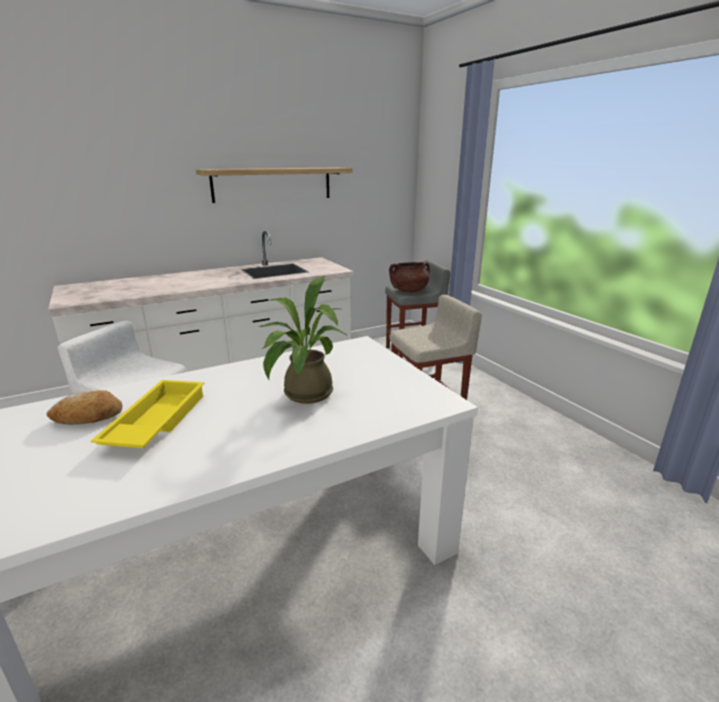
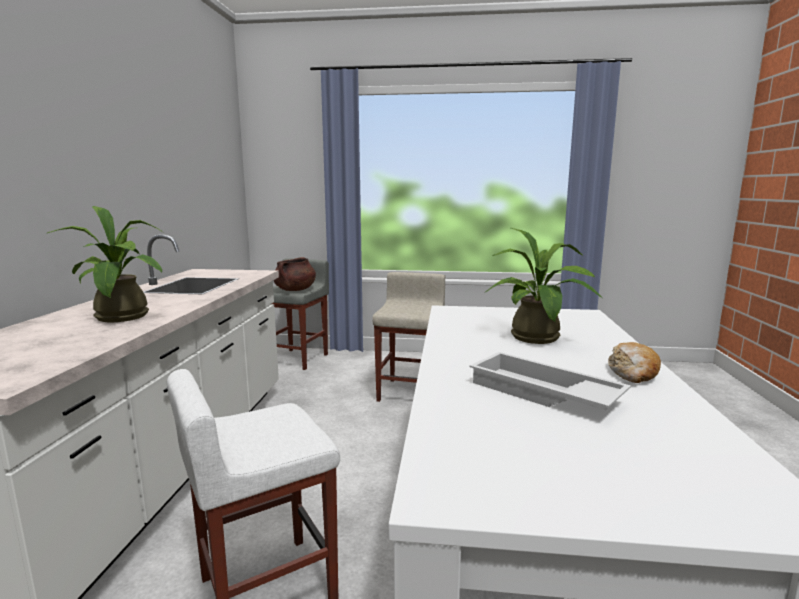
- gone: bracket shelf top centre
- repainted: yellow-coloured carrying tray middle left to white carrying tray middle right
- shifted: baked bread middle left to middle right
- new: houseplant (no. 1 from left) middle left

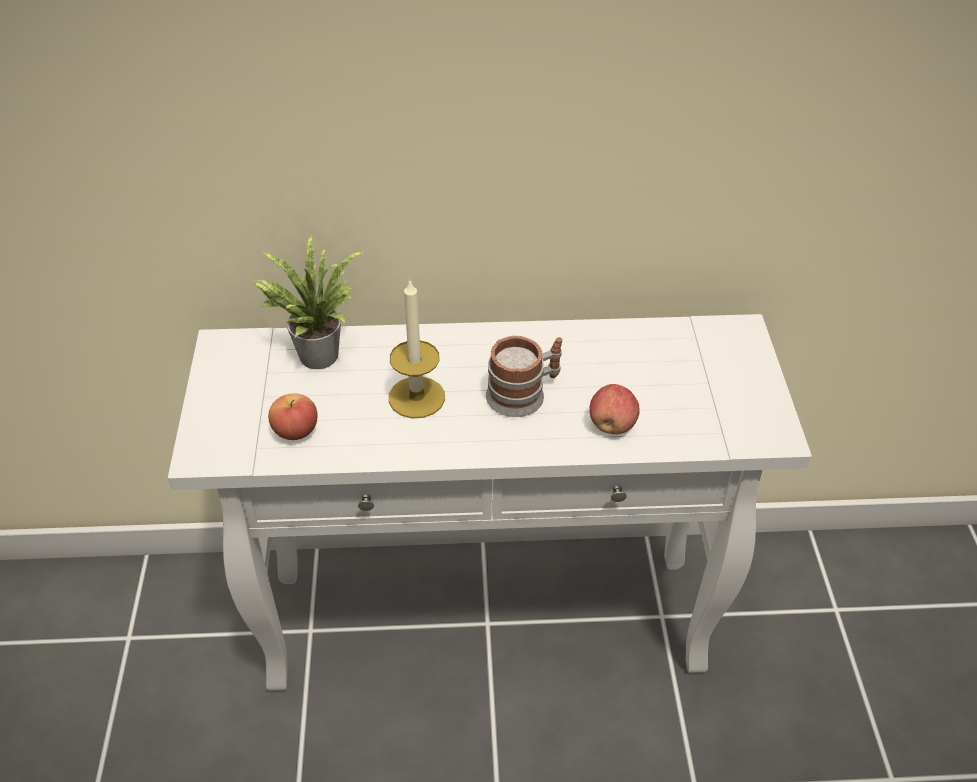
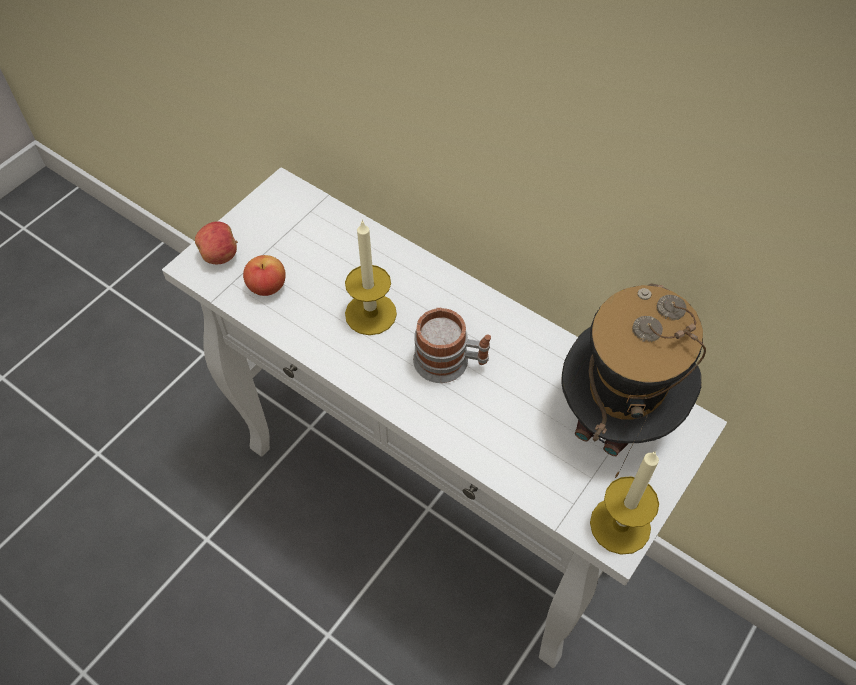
- gone: houseplant middle left
- shifted: apple fruit (no. 2 from left in the first image) centre to apple fruit (no. 1 from left) middle left
- new: clothing hat middle right
- new: wax candle (no. 2 from left) bottom right

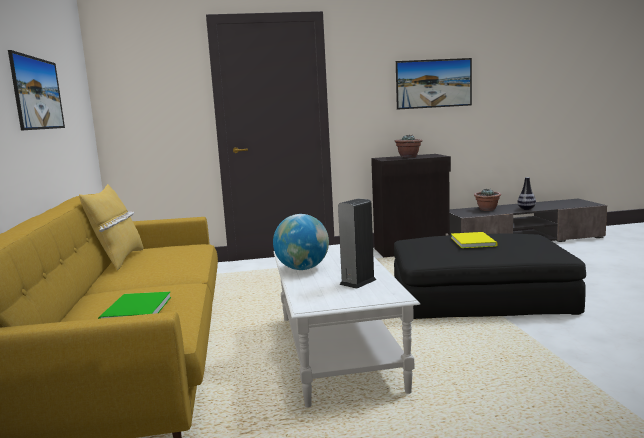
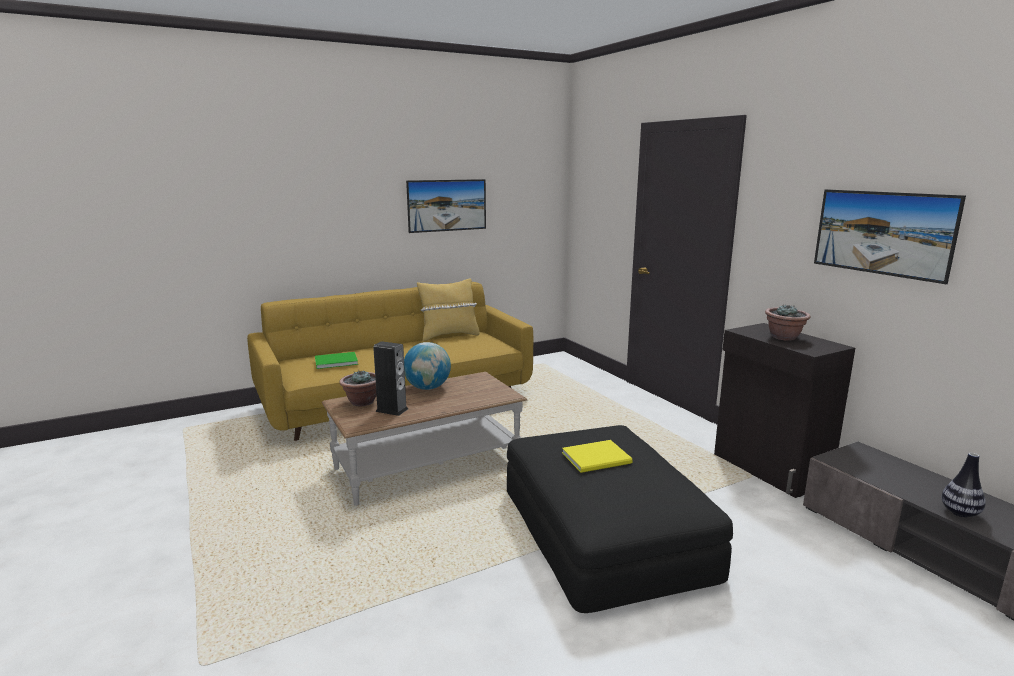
- shifted: houseplant (no. 2 from left in the first image) middle right to houseplant (no. 1 from left) centre
- repainted: white low table bottom centre to brown low table centre

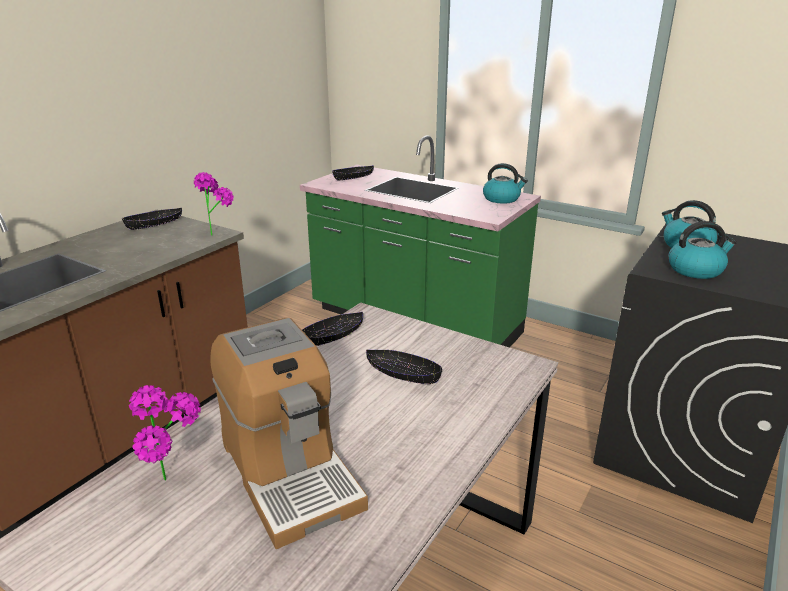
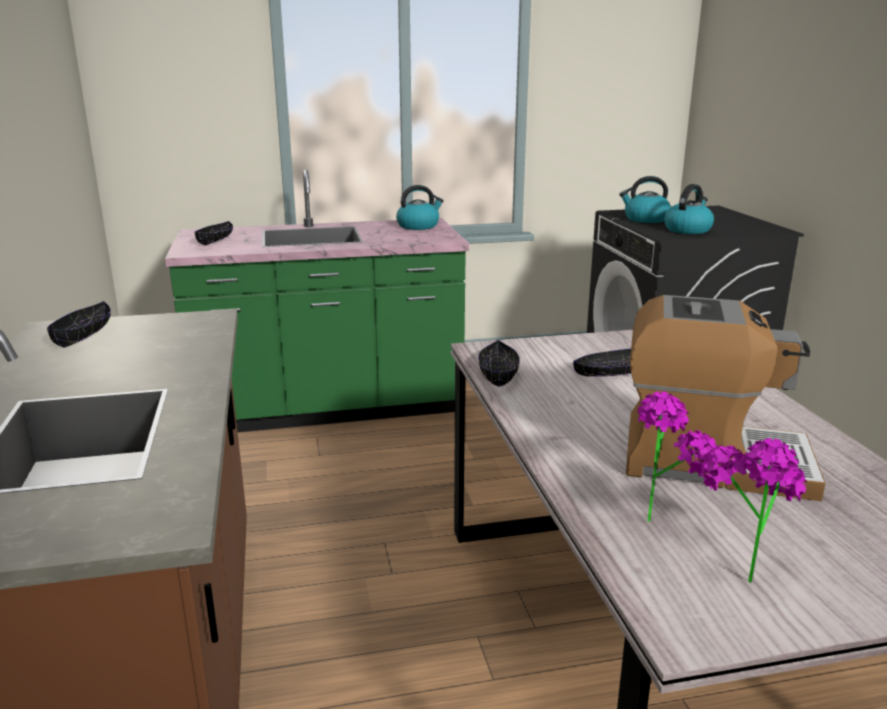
- shifted: houseplant (no. 2 from left) middle left to bottom right

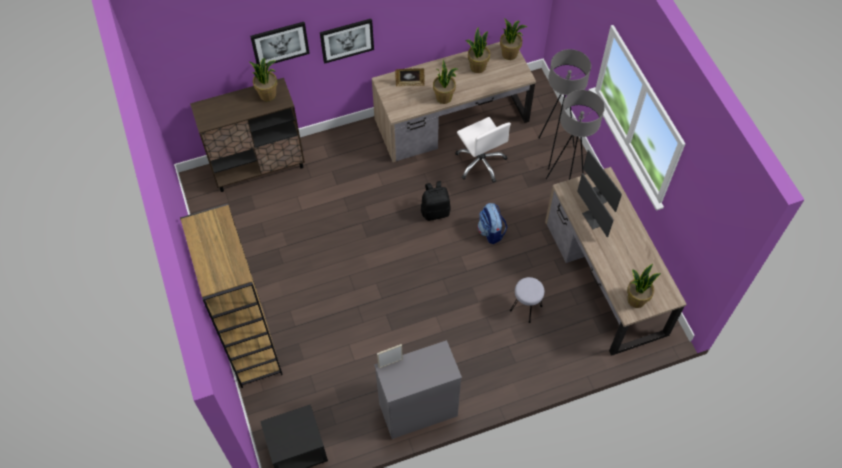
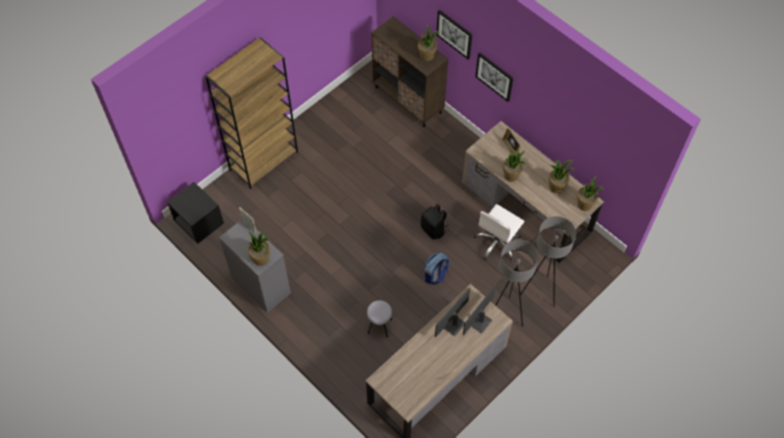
- shifted: houseplant (no. 5 from left in the first image) middle right to houseplant (no. 1 from left) middle left

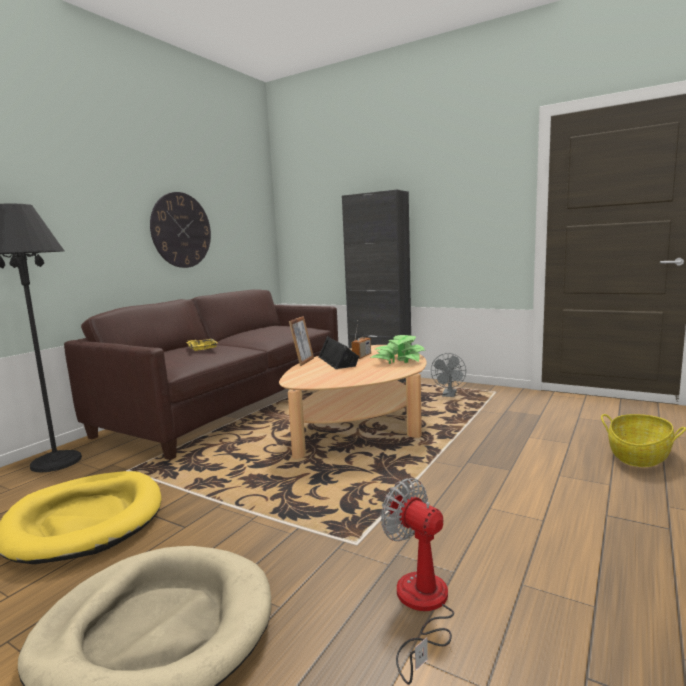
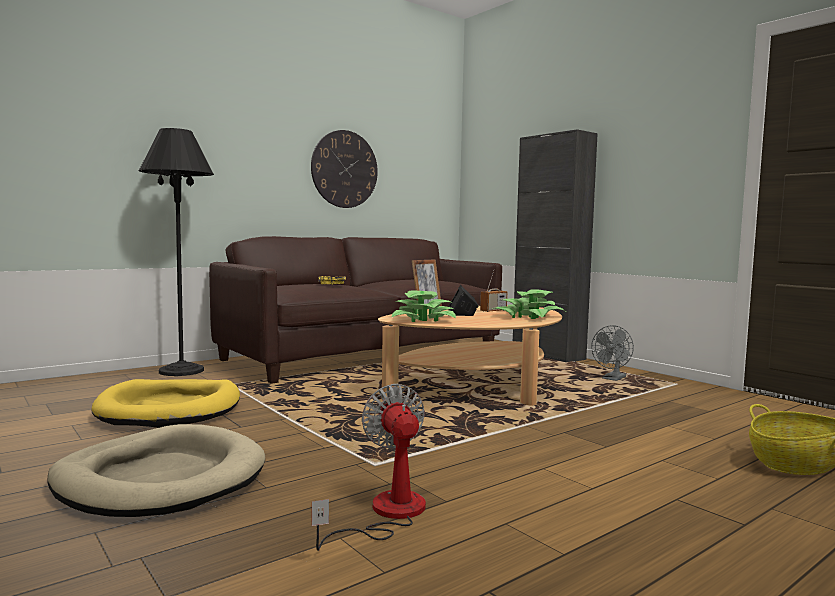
- new: houseplant (no. 1 from left) centre

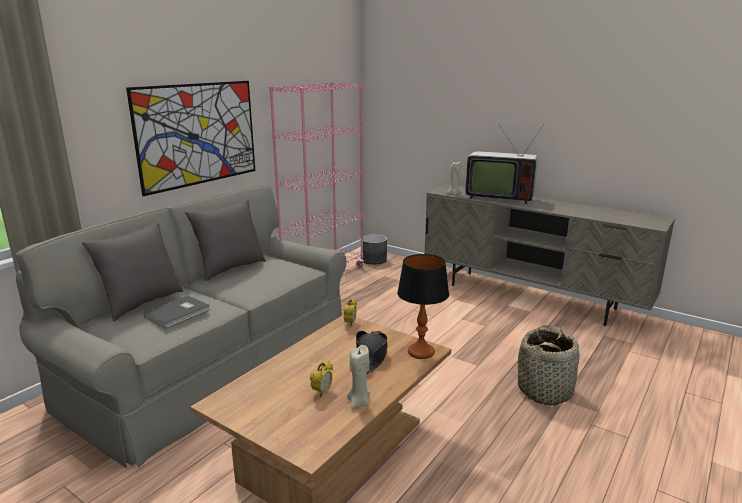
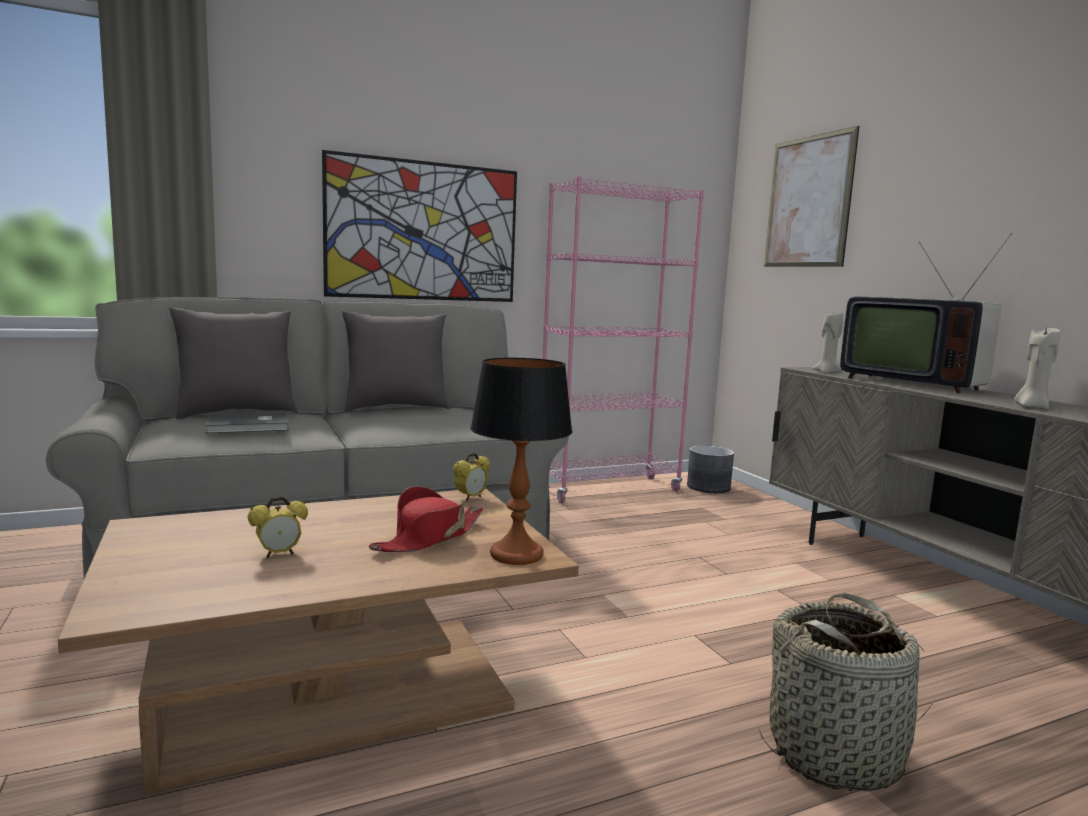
- repainted: black-coloured clothing hat bottom centre to red clothing hat centre
- shifted: beige-coloured wax candle (no. 1 from left in the first image) bottom centre to beige-coloured wax candle (no. 2 from left) middle right
- new: wall art (no. 2 from left) top right

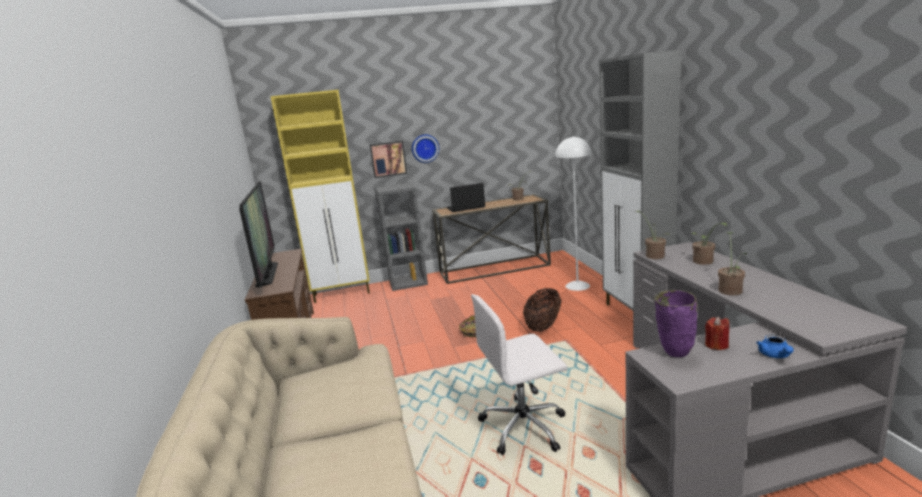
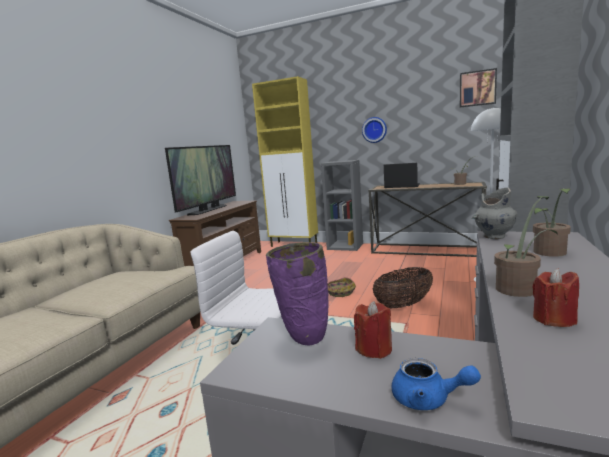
- shifted: wall art top centre to top right
- swapped: houseplant (no. 2 from left) middle right to grey decorative vase middle right
- rotated: blue-coloured teapot bottom right = bottom right 105 degrees counterclockwise
- new: red wax candle (no. 2 from left) middle right

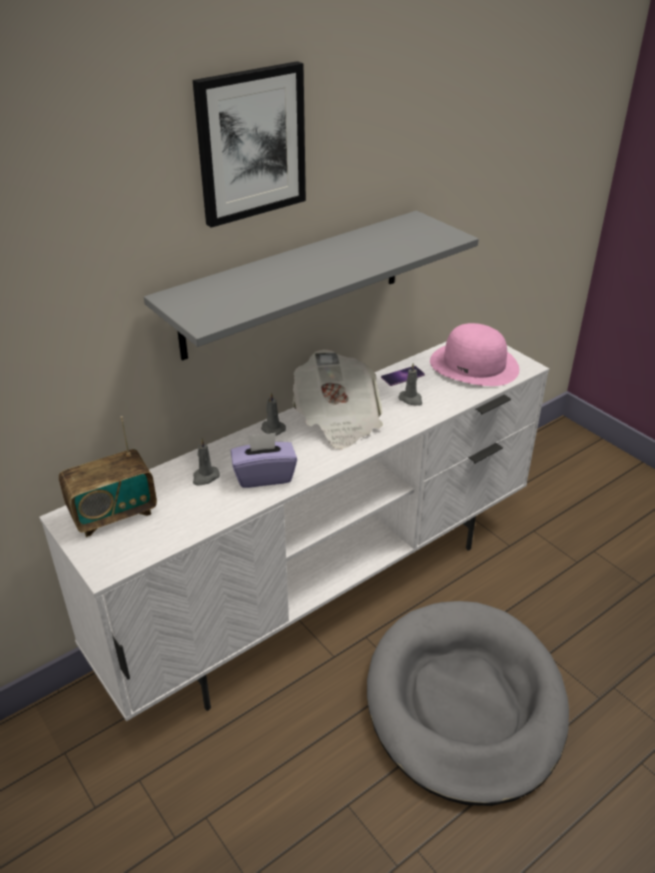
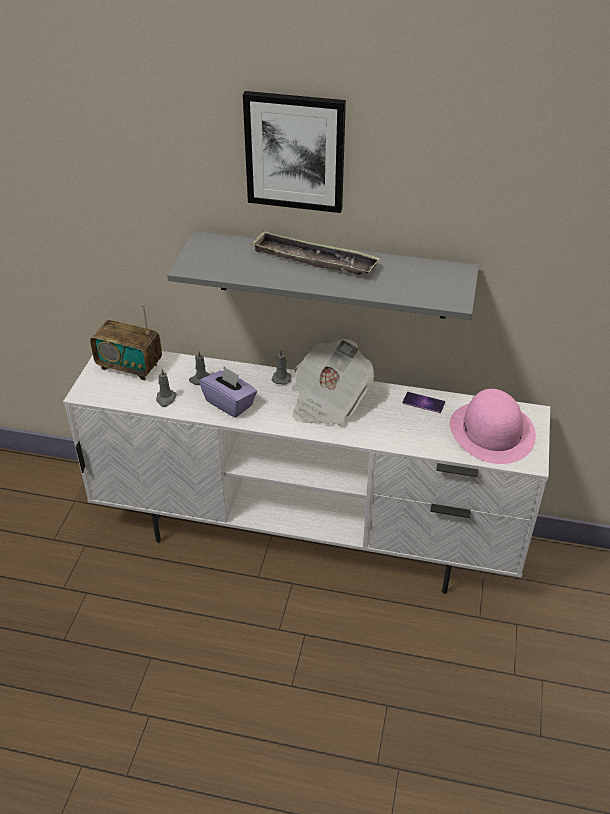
- shifted: grey wax candle (no. 3 from left in the first image) centre to grey wax candle (no. 1 from left) middle left
- gone: grey dog bed bottom right
- new: carrying tray top centre

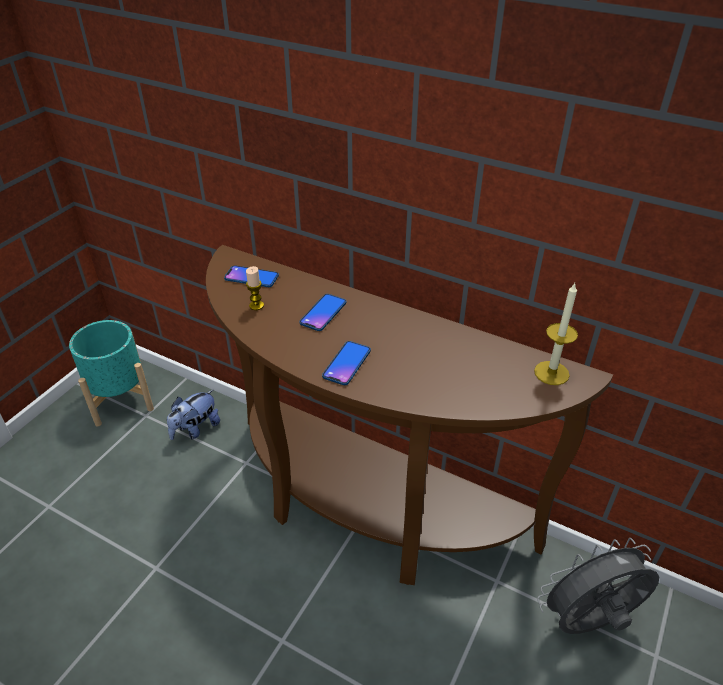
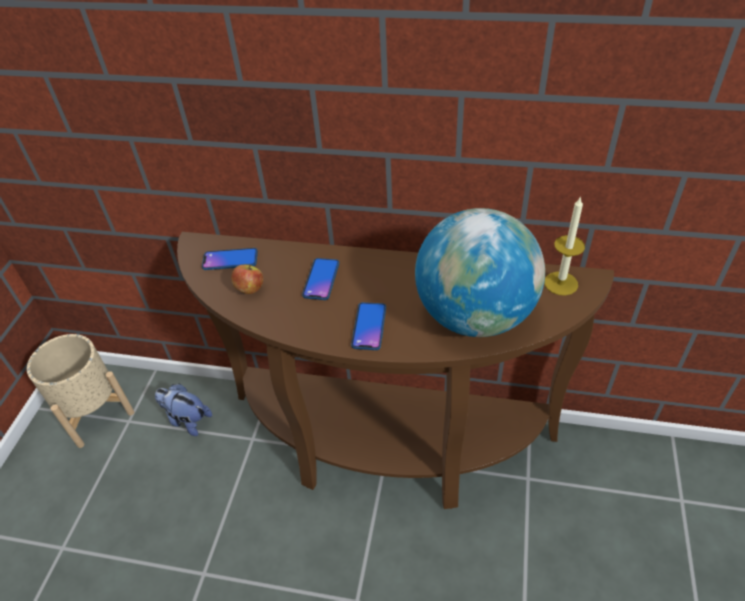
- swapped: wax candle (no. 1 from left) centre to apple fruit middle left
- repainted: turquoise planter middle left to beige-coloured planter middle left
- rotated: soft toy middle left = bottom left 90 degrees clockwise
- gone: grey cooling fan bottom right
- new: desk globe centre

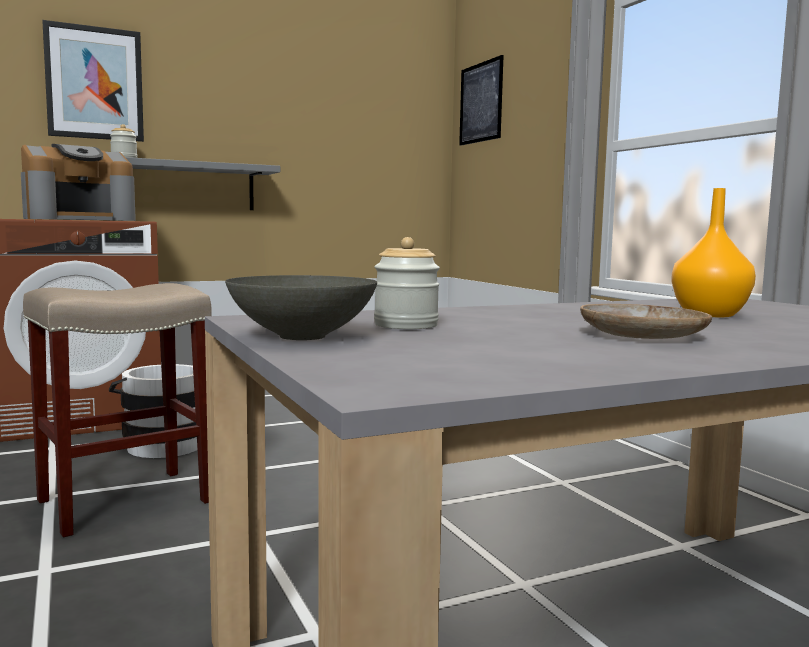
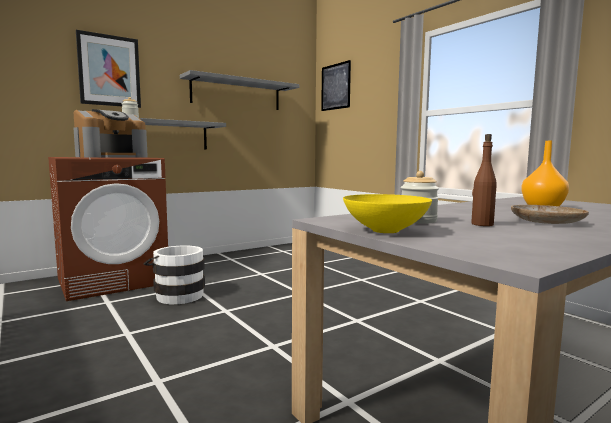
- repainted: grey deep dish centre to yellow-coloured deep dish centre
- gone: beige-coloured sitting stool middle left
- new: grey bracket shelf (no. 2 from left) top centre
- new: brown drink bottle middle right

